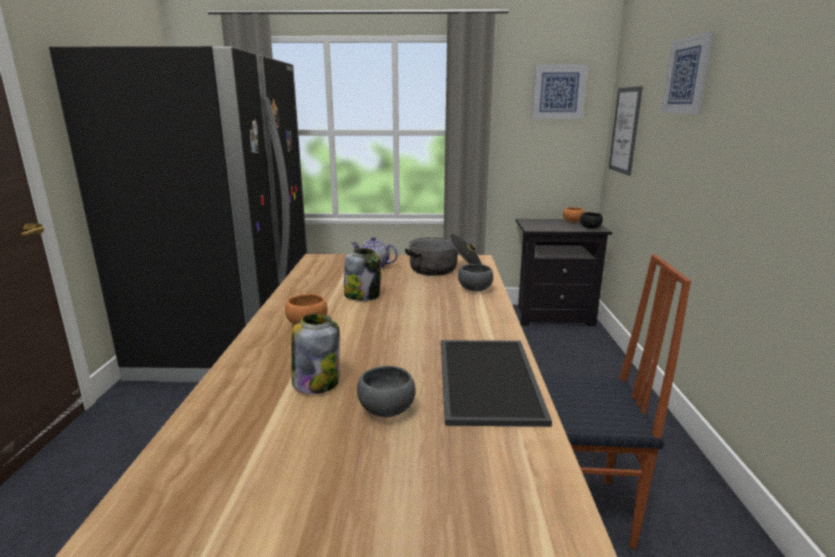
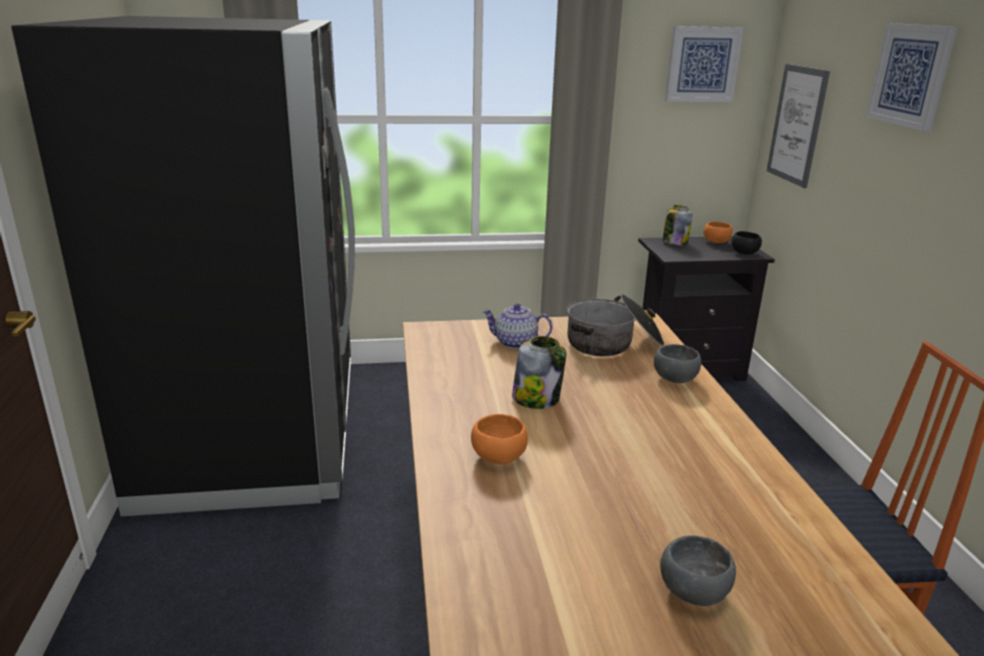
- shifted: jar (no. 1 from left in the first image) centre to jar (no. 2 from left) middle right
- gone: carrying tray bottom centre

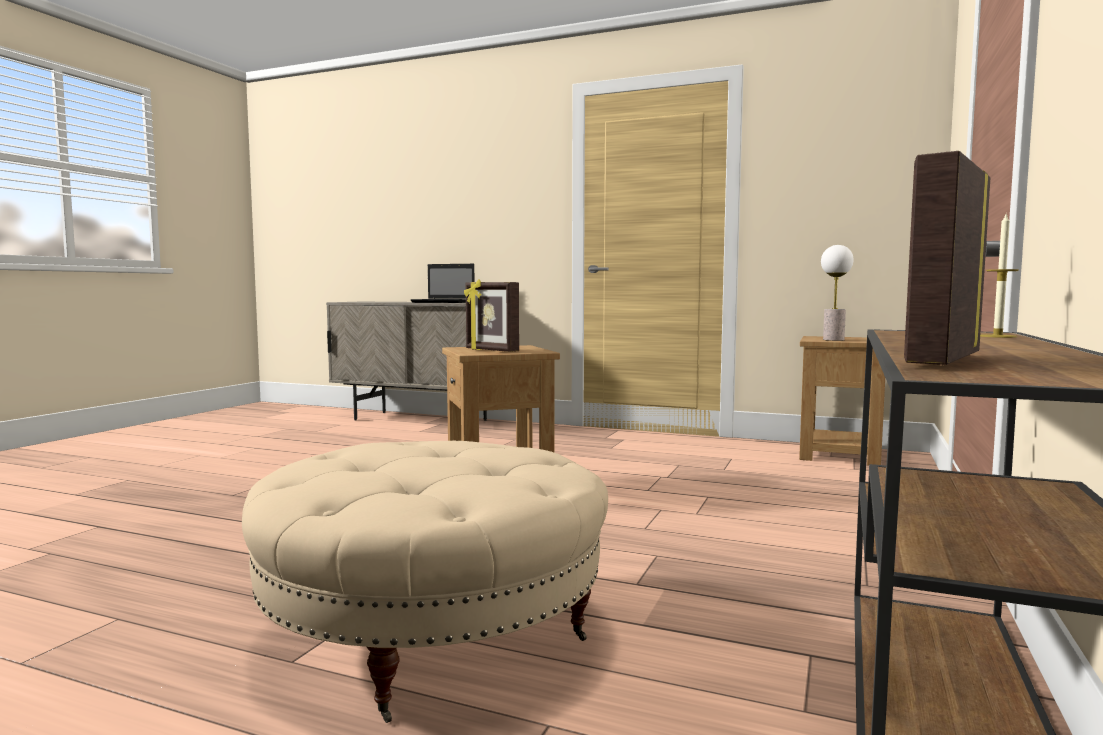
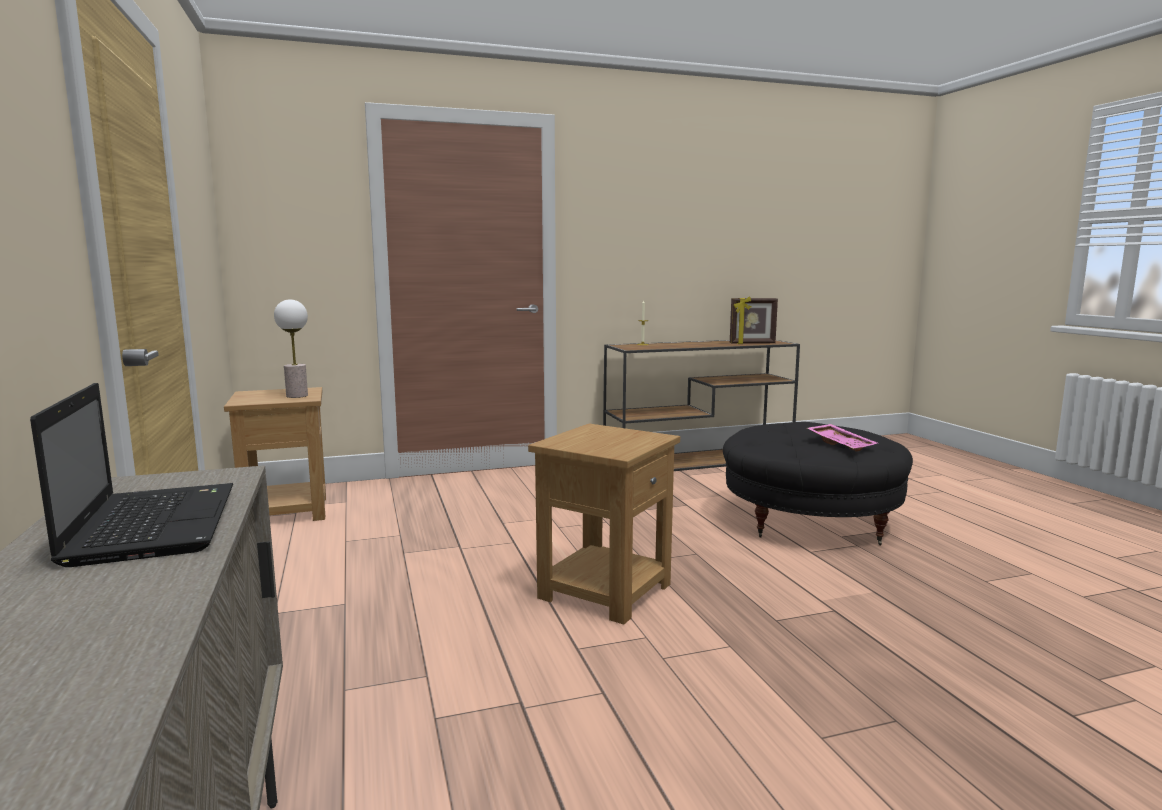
- gone: picture frame (no. 1 from left) centre
- repainted: beige-coloured ottoman bottom centre to black-coloured ottoman middle right
- new: pink-coloured carrying tray middle right

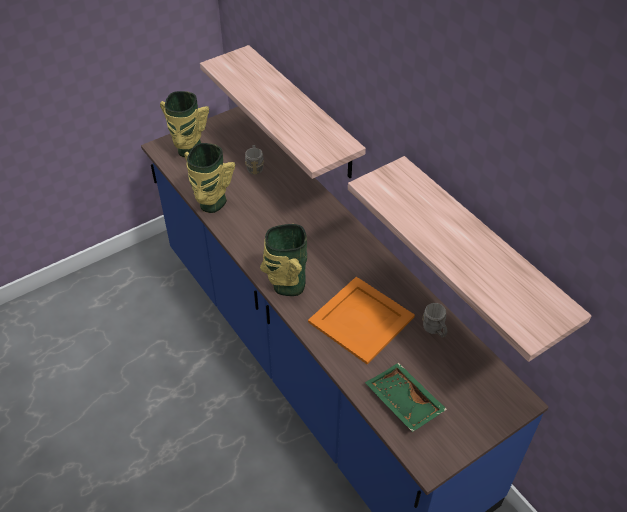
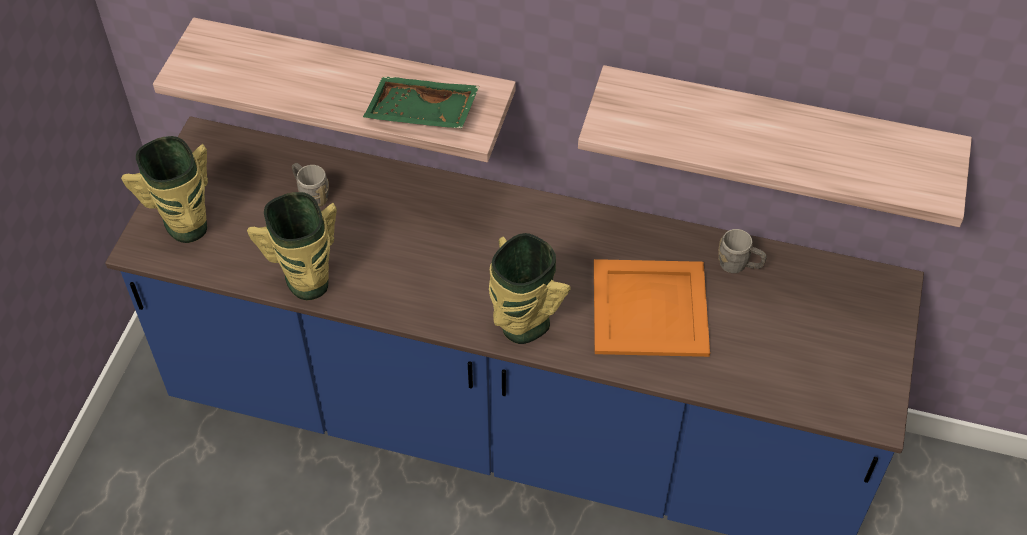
- shifted: green-coloured carrying tray bottom centre to top centre

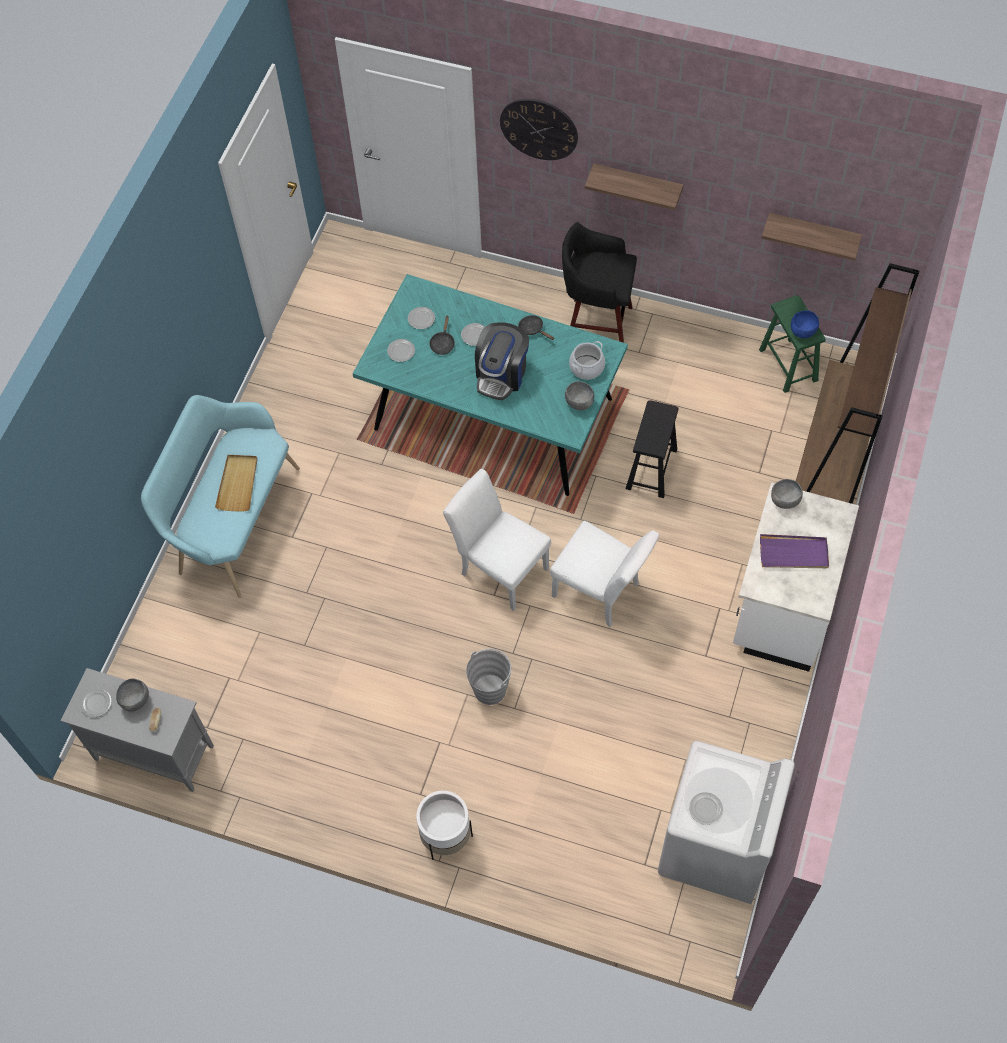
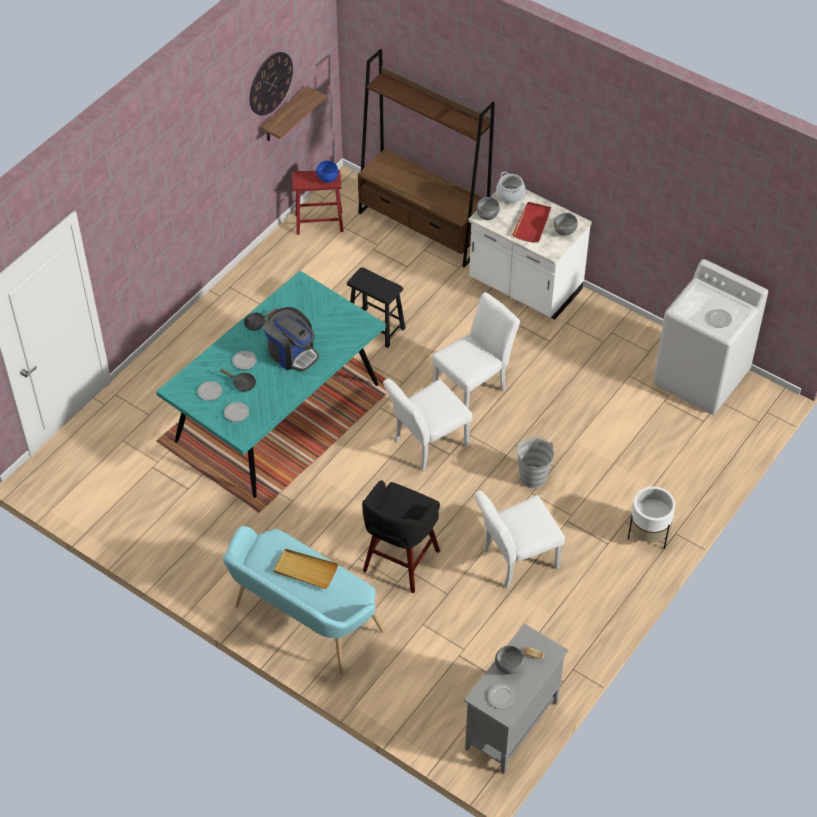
- shifted: wall clock top centre to top left
- gone: bracket shelf (no. 1 from left) top centre
- shifted: black-coloured sitting stool (no. 1 from left in the first image) top centre to black-coloured sitting stool (no. 2 from left) centre
- repainted: green-coloured sitting stool top right to red sitting stool top centre
- shifted: stockpot centre to top centre
- shifted: grey deep dish (no. 2 from left in the first image) centre to grey deep dish (no. 3 from left) top right
- repainted: purple-coloured carrying tray middle right to red carrying tray top centre
- new: white chair (no. 3 from left) centre

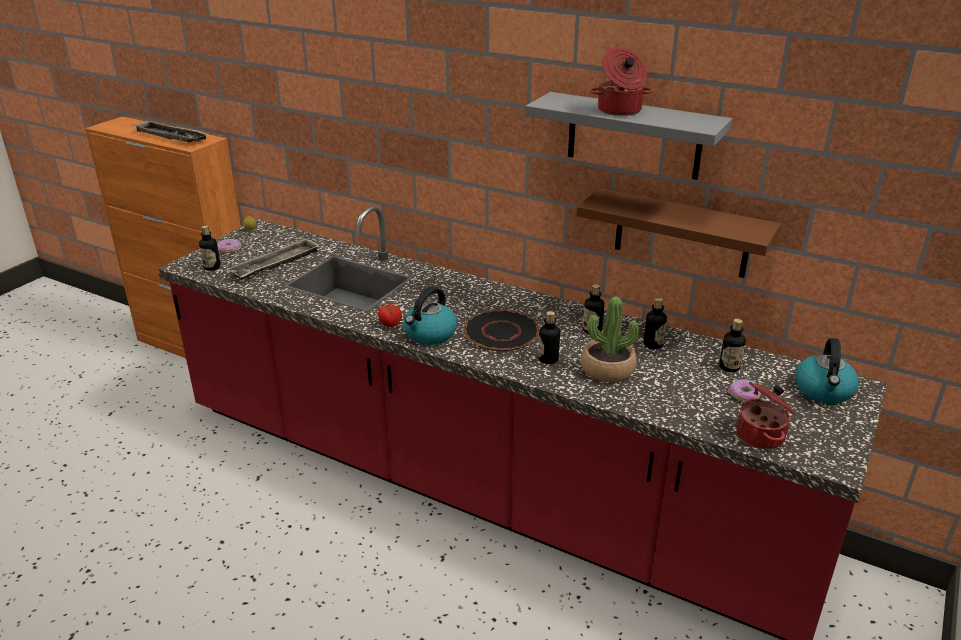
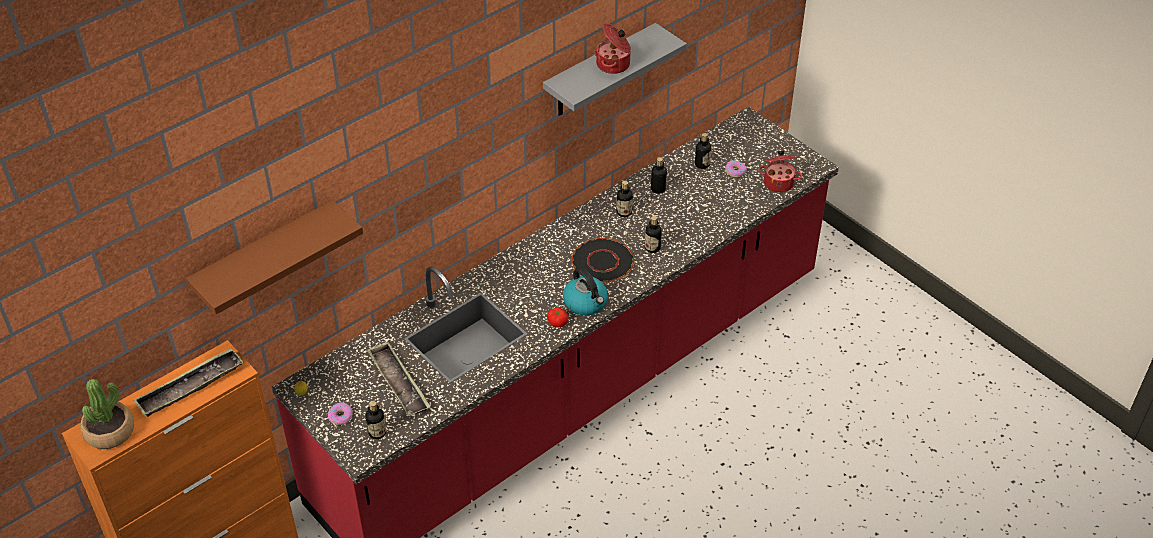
- shifted: brown bracket shelf middle right to middle left
- shifted: houseplant centre to bottom left
- gone: kettle (no. 2 from left) middle right

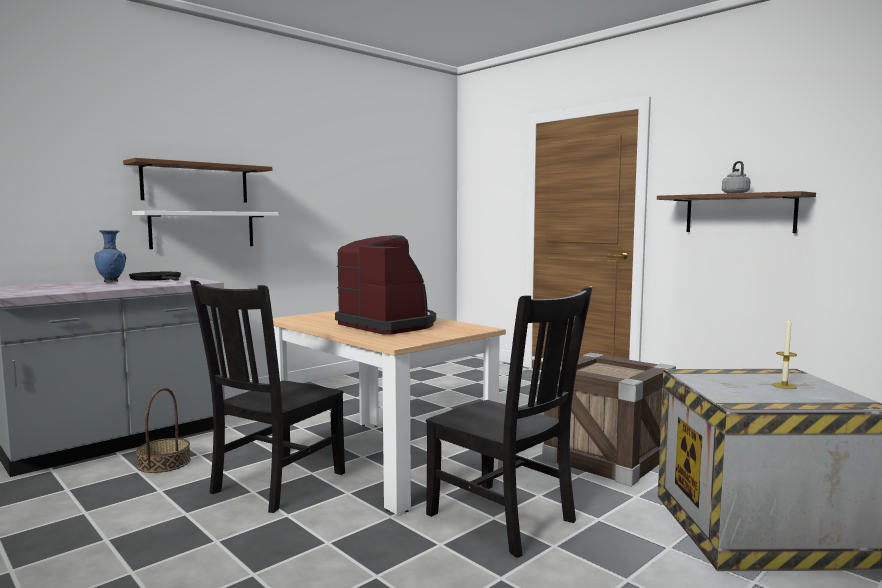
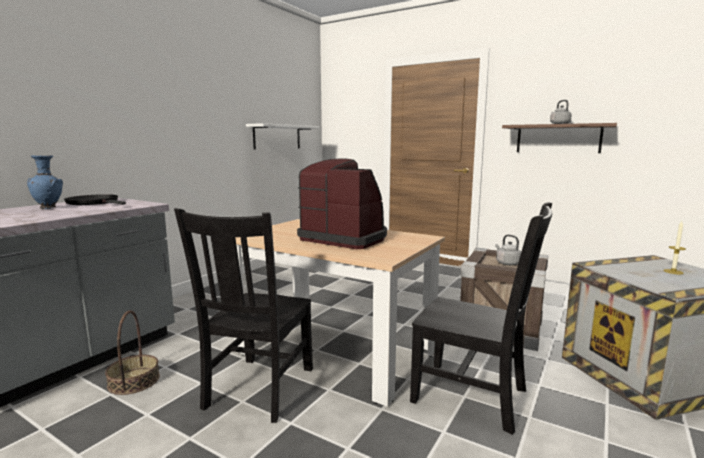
- gone: brown bracket shelf (no. 1 from left) top left
- shifted: white bracket shelf middle left to top centre
- new: grey kettle (no. 1 from left) middle right

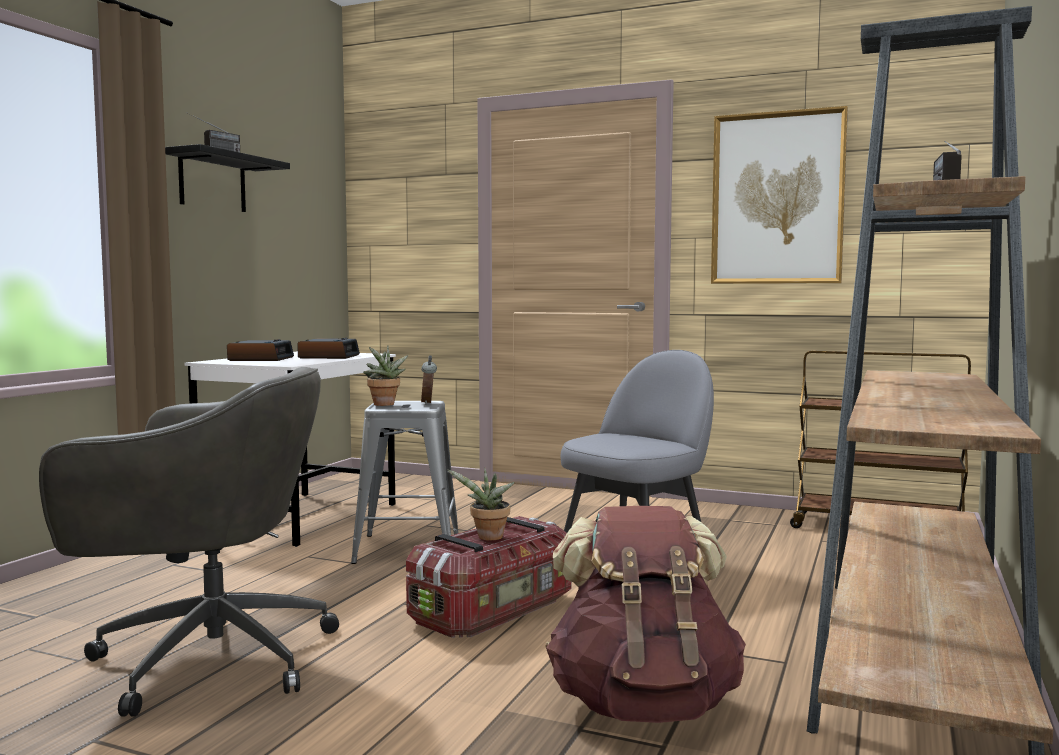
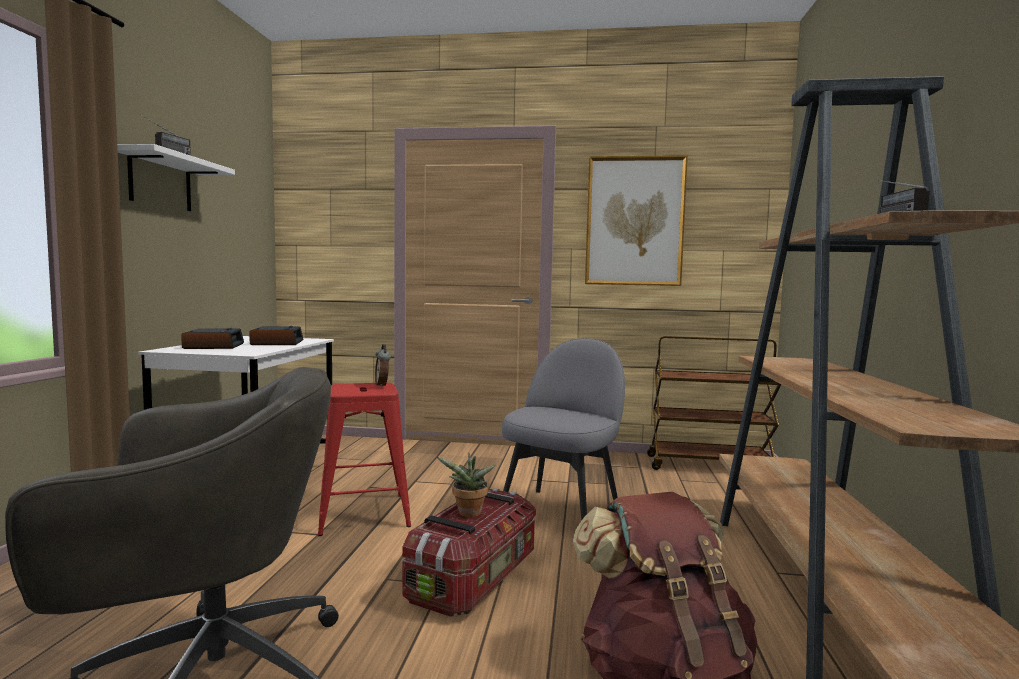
- repainted: black-coloured bracket shelf top left to white bracket shelf top left
- gone: houseplant (no. 1 from left) centre
- repainted: grey sitting stool centre to red sitting stool bottom centre

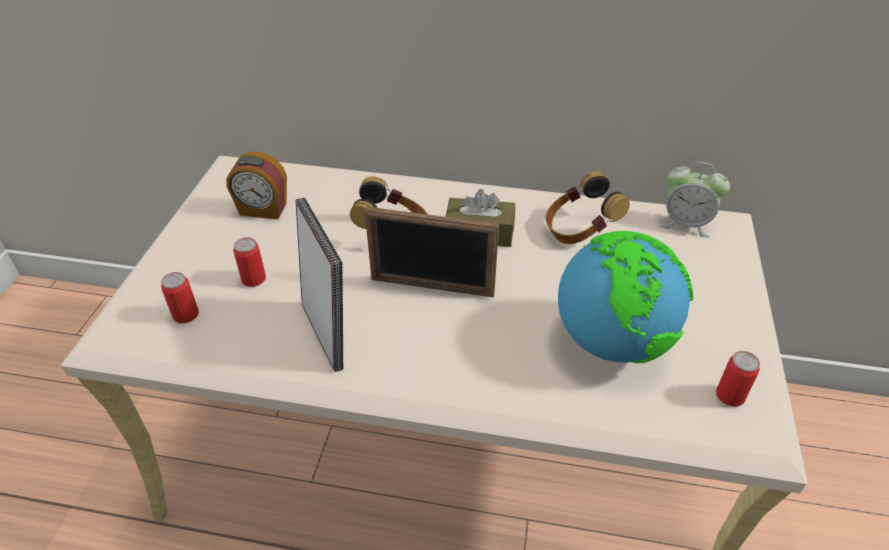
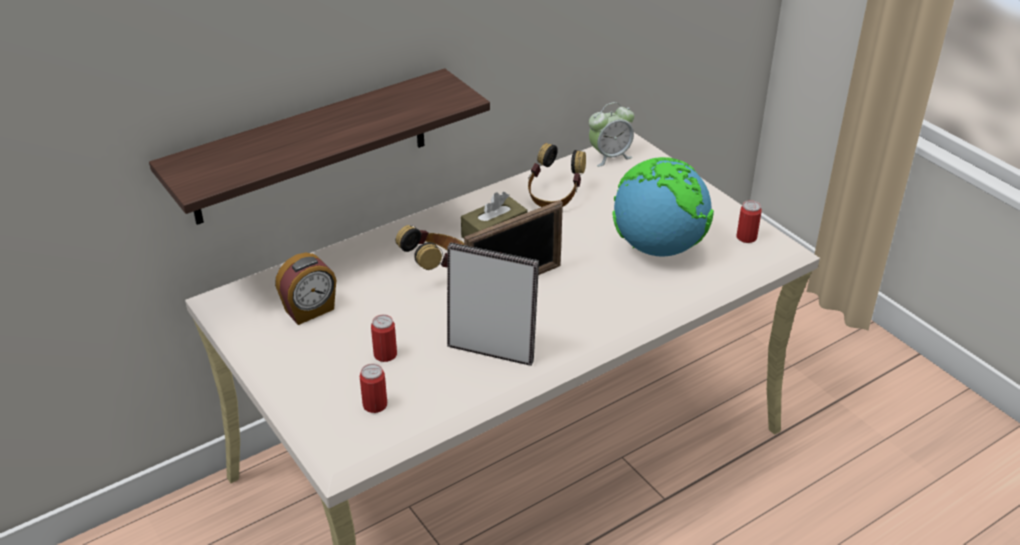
- new: bracket shelf top left

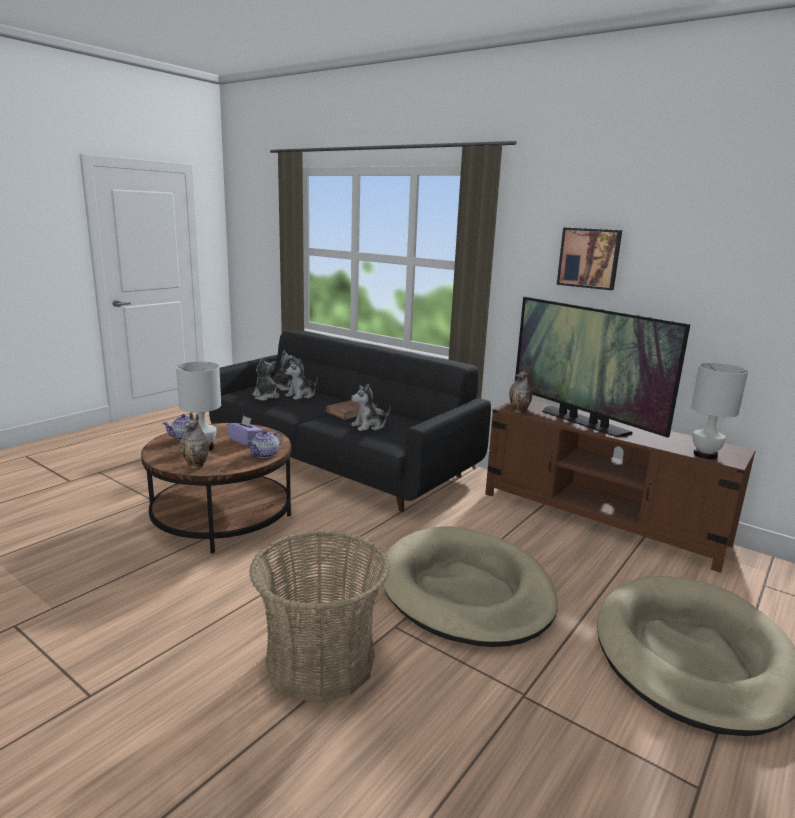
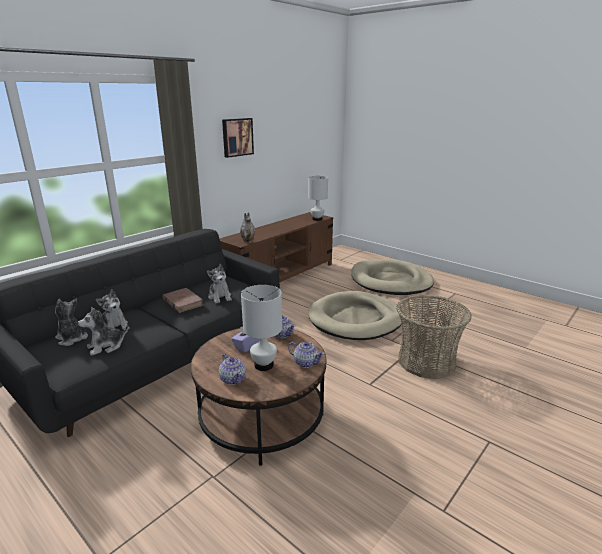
- gone: TV set middle right
- swapped: decorative vase (no. 1 from left) middle left to teapot (no. 3 from left) centre

